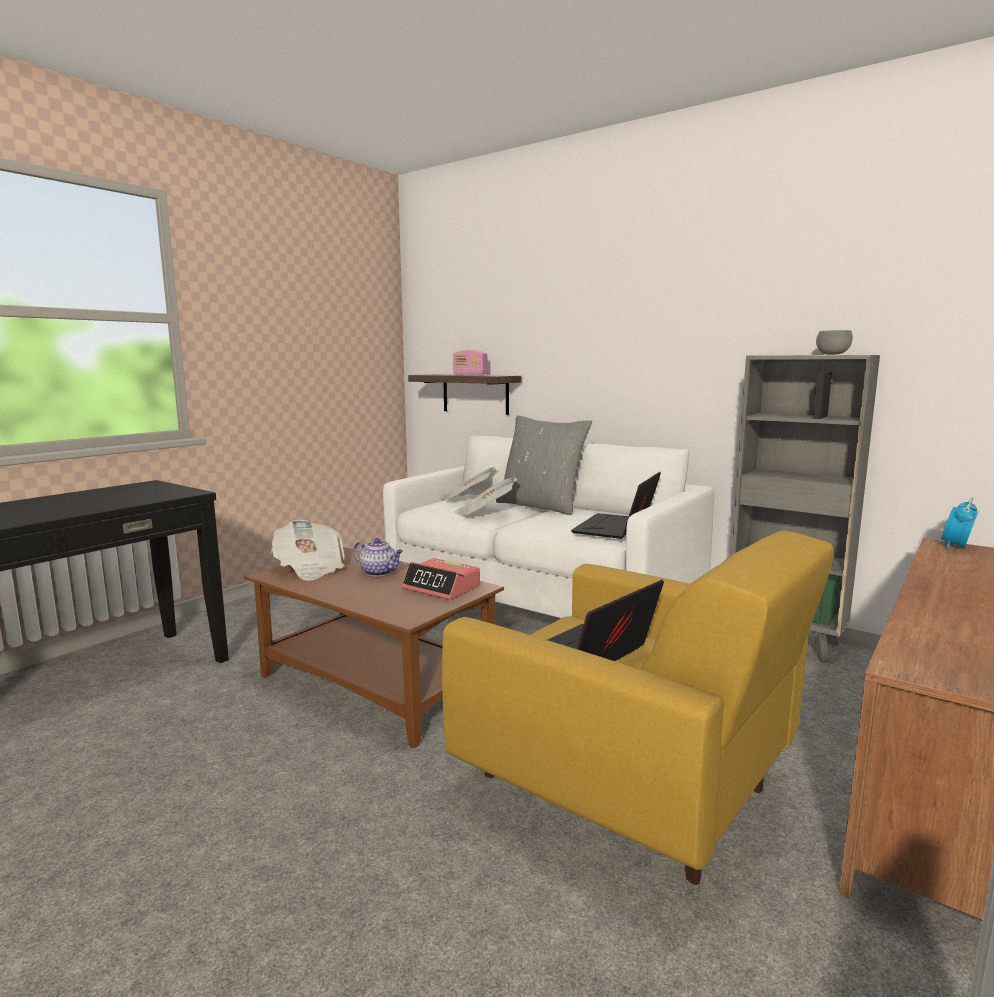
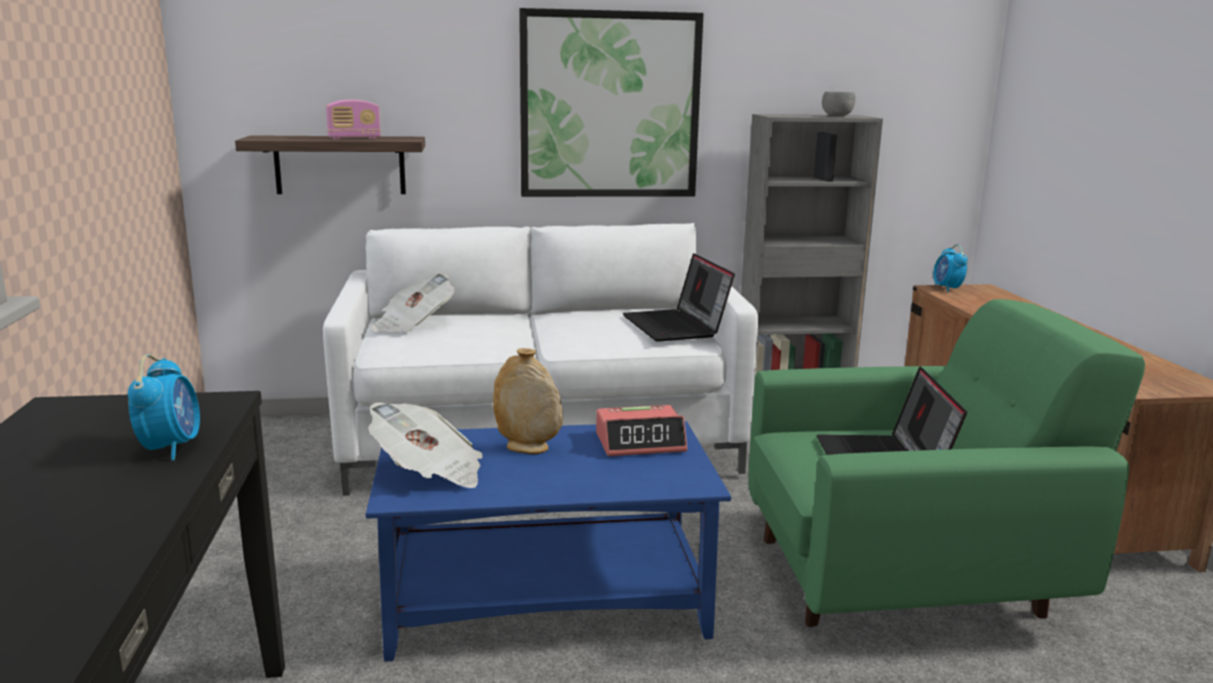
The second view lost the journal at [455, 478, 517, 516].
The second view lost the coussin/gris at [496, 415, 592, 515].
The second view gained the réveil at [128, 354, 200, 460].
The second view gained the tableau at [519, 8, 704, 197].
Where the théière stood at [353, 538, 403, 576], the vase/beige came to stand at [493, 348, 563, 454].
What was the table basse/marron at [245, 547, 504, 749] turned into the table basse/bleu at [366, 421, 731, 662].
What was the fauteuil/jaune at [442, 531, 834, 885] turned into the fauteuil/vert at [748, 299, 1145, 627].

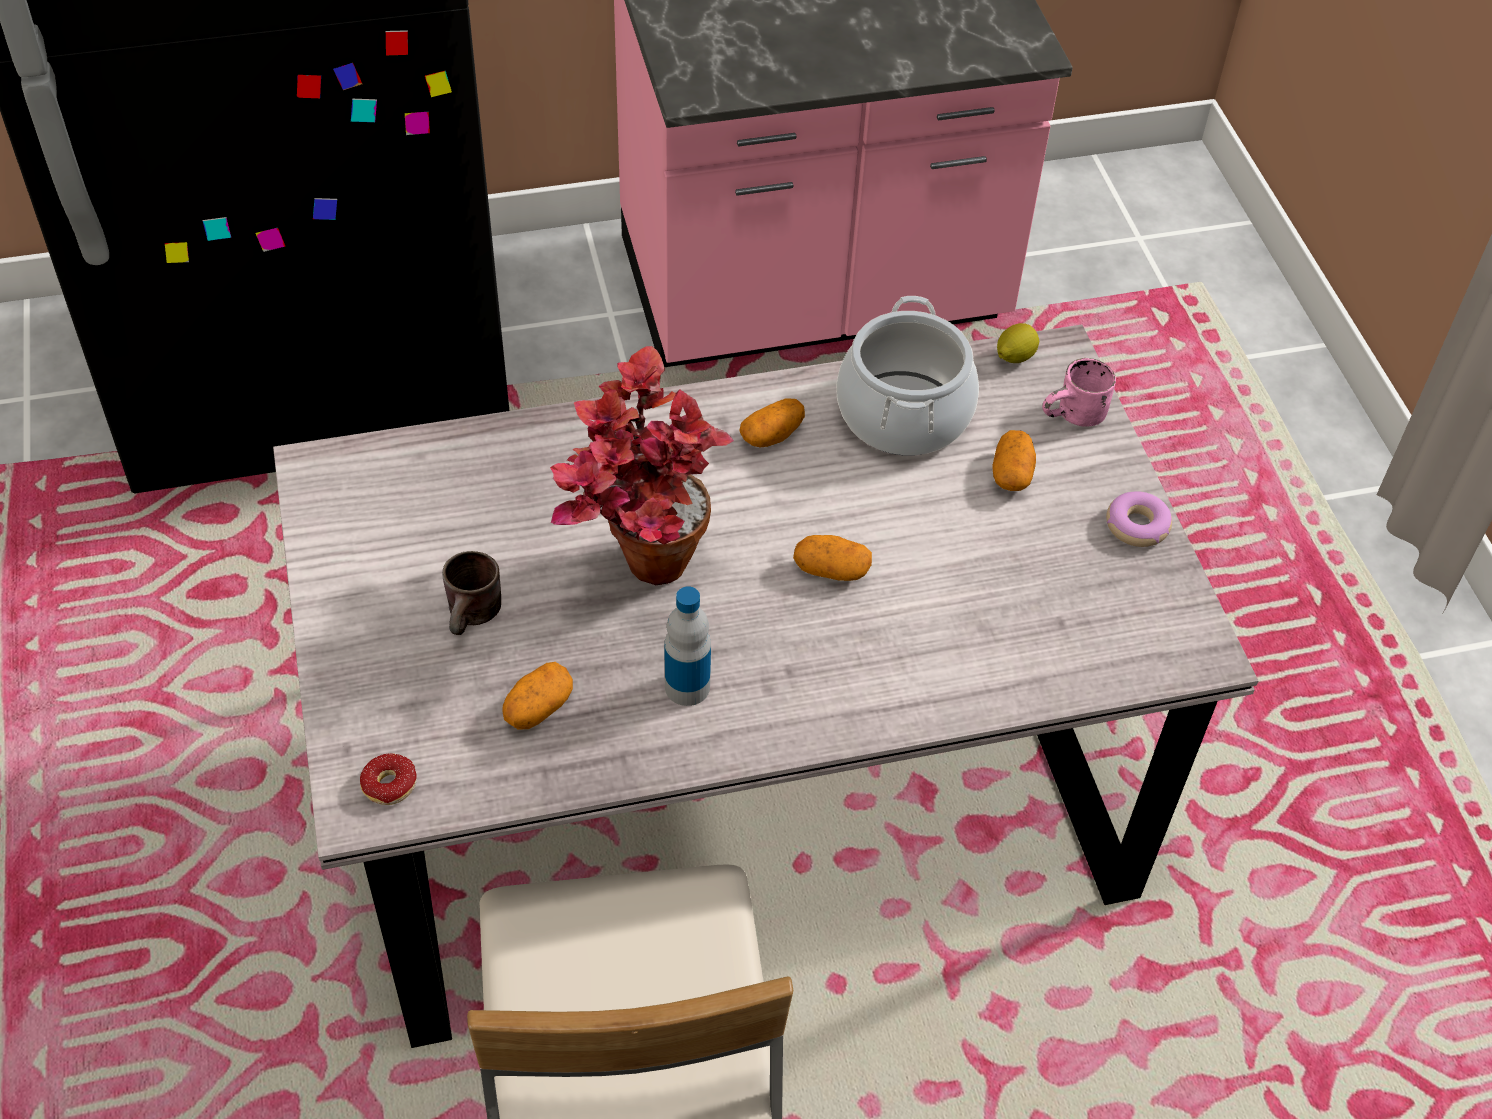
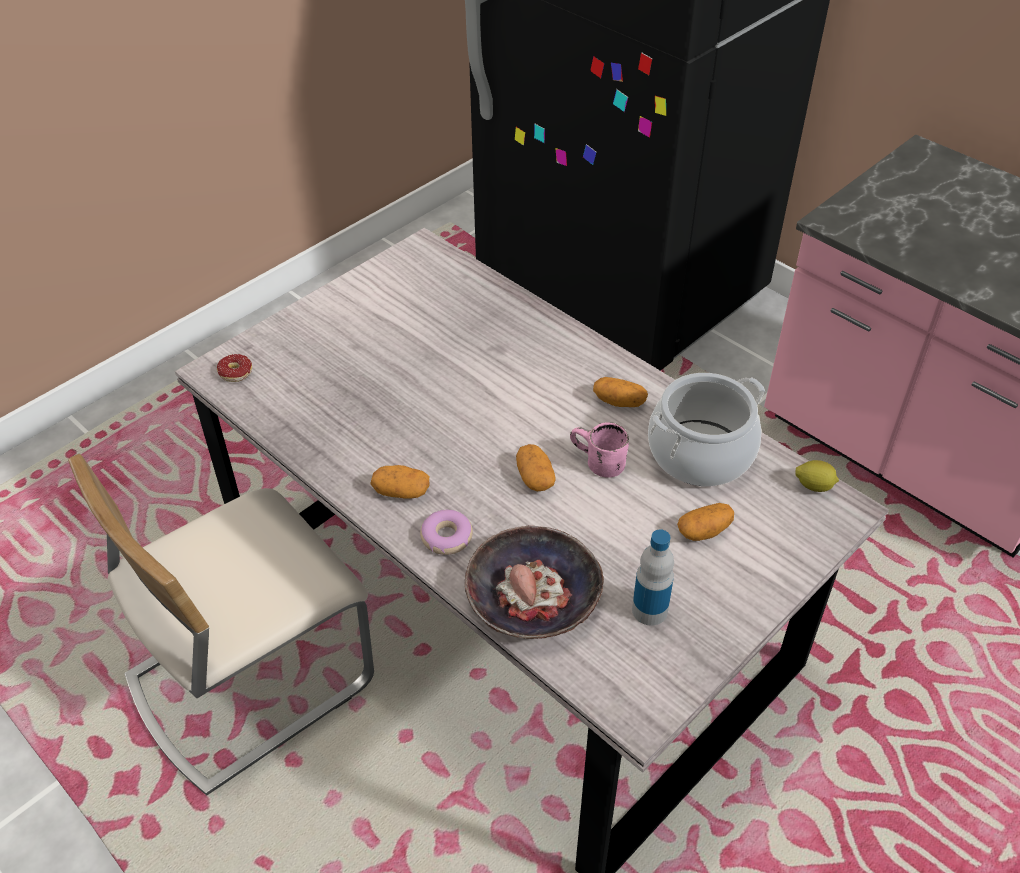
The second view lost the mug/marron at [442, 551, 501, 635].
The second view lost the plante en pot at [550, 346, 734, 585].
The second view gained the bol at [465, 526, 604, 639].
The pomme de terre ended up elsewhere, having gone from [502, 662, 573, 730] to [370, 465, 430, 499].
The bouteille ended up elsewhere, having gone from [664, 586, 711, 706] to [632, 529, 674, 626].
The mug/rose ended up elsewhere, having gone from [1042, 358, 1116, 427] to [570, 422, 629, 478].
The beignet ended up elsewhere, having gone from [1106, 491, 1172, 547] to [420, 510, 473, 555].

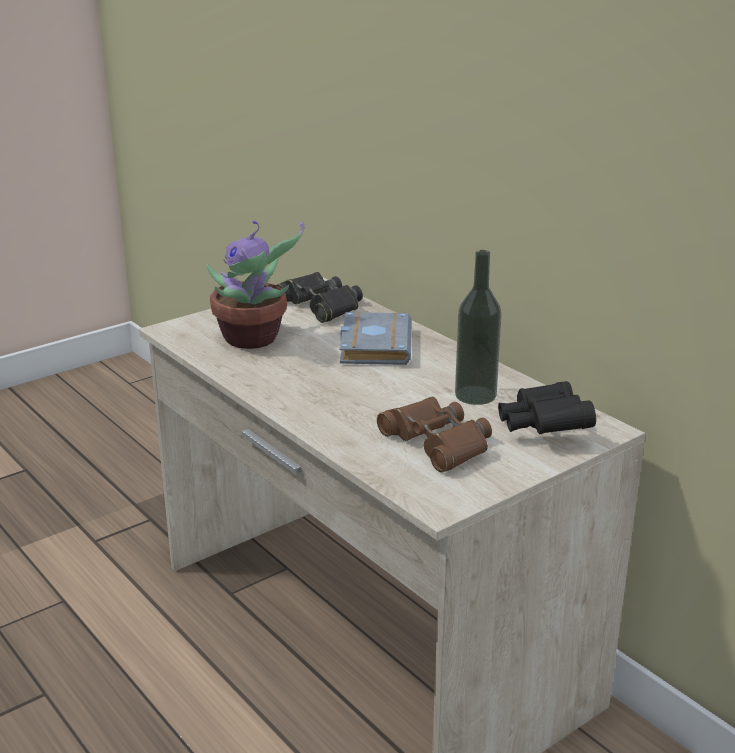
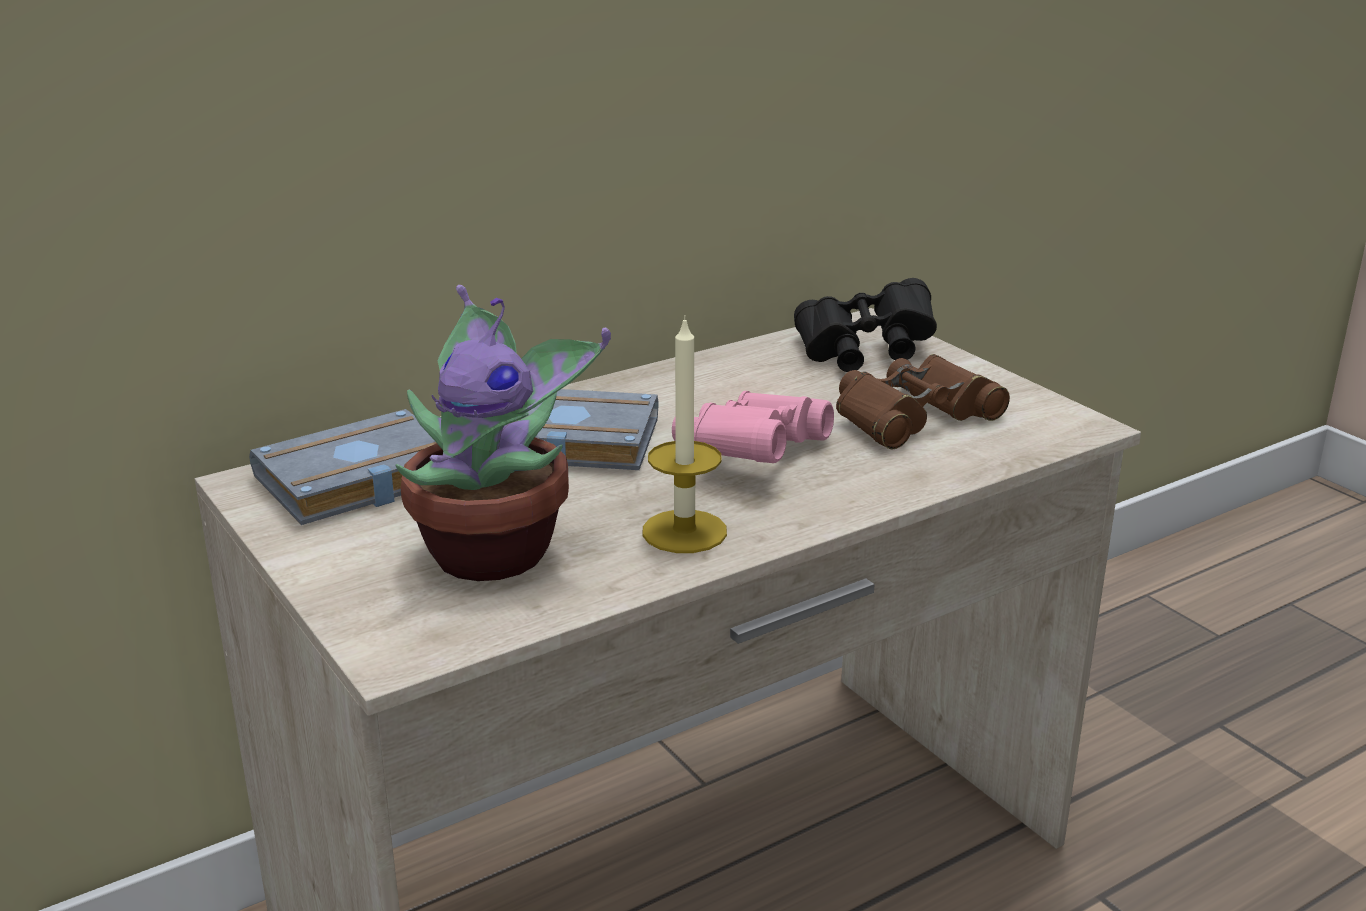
The second view lost the bouteille at [455, 250, 502, 405].
The second view gained the bougie at [642, 315, 727, 553].
The second view gained the jumelles/rose at [672, 391, 834, 463].
Where the jumelles/noir stood at [276, 272, 363, 323], the livre/gris came to stand at [249, 409, 436, 525].

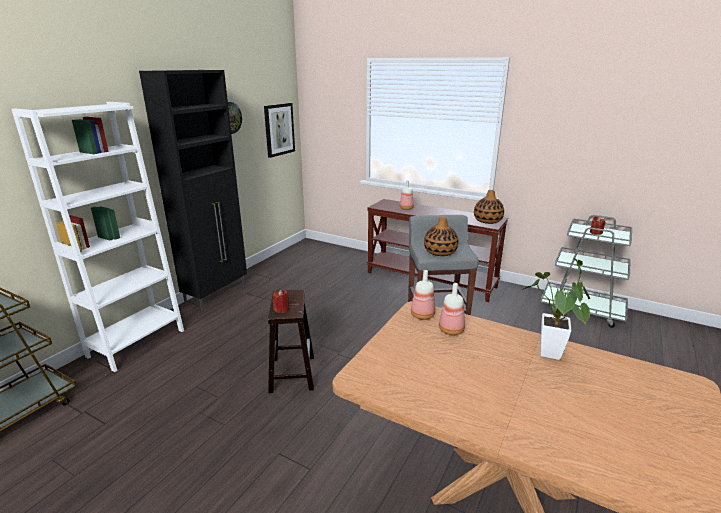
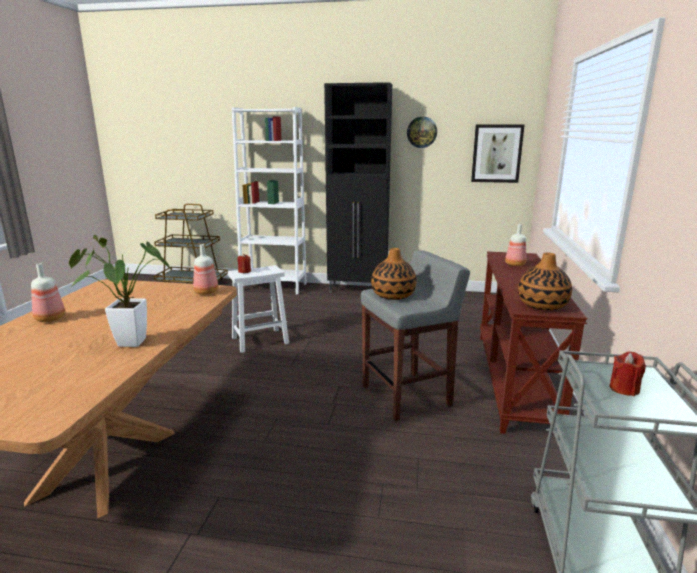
The bouteille ended up elsewhere, having gone from [439, 283, 465, 335] to [31, 263, 65, 322].
What was the tabouret/marron at [268, 289, 314, 393] turned into the tabouret/blanc at [228, 265, 289, 353].

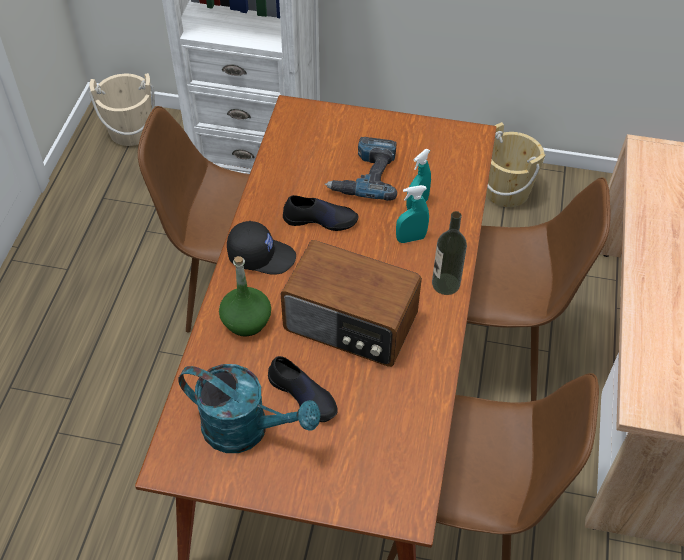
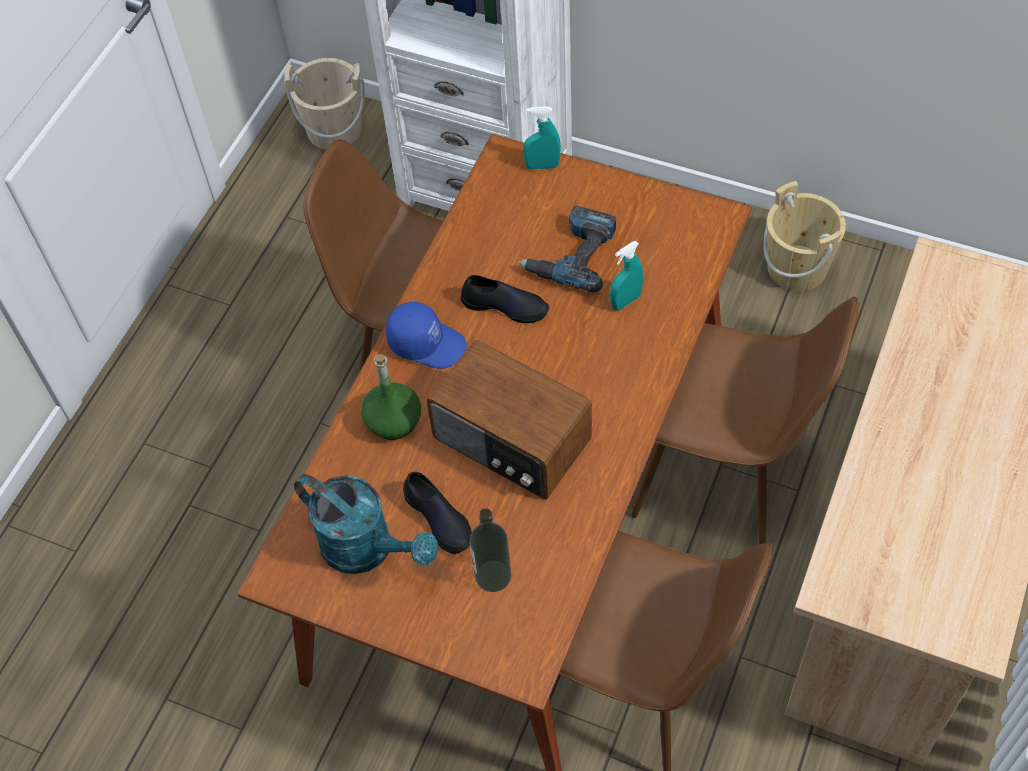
The vaporisateur/turquoise ended up elsewhere, having gone from [396, 185, 429, 243] to [523, 106, 561, 170].
The bouteille ended up elsewhere, having gone from [432, 211, 467, 295] to [470, 508, 511, 592].
What was the casquette/noir at [227, 221, 296, 275] turned into the casquette/bleu at [386, 301, 467, 369].

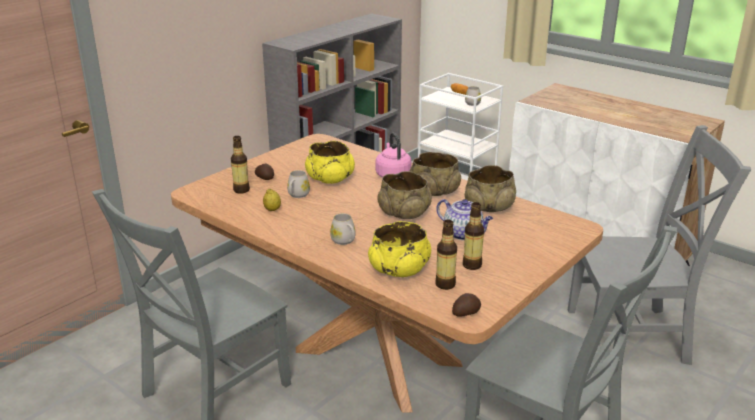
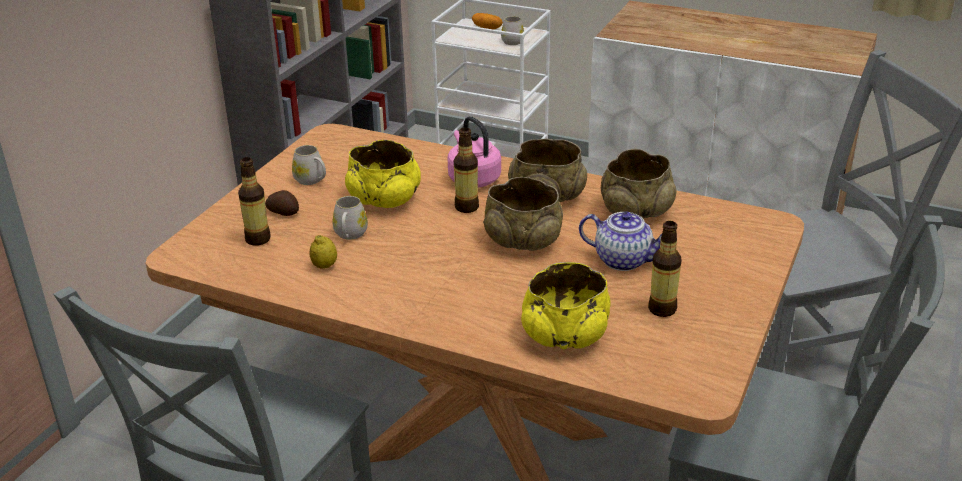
The second view lost the pomme de terre at [452, 293, 481, 317].
The mug/blanc ended up elsewhere, having gone from [330, 213, 356, 245] to [292, 145, 326, 185].
The bouteille ended up elsewhere, having gone from [435, 219, 457, 290] to [454, 127, 479, 213].

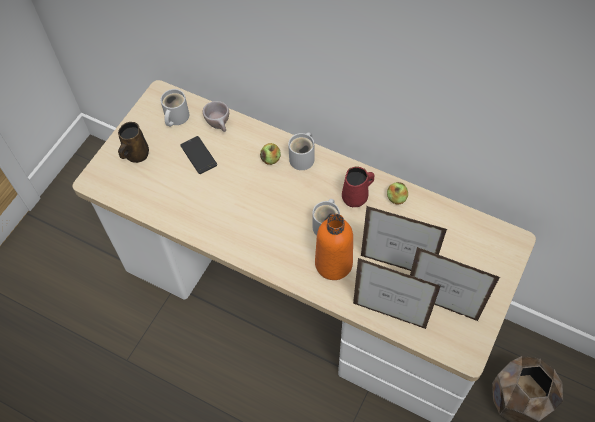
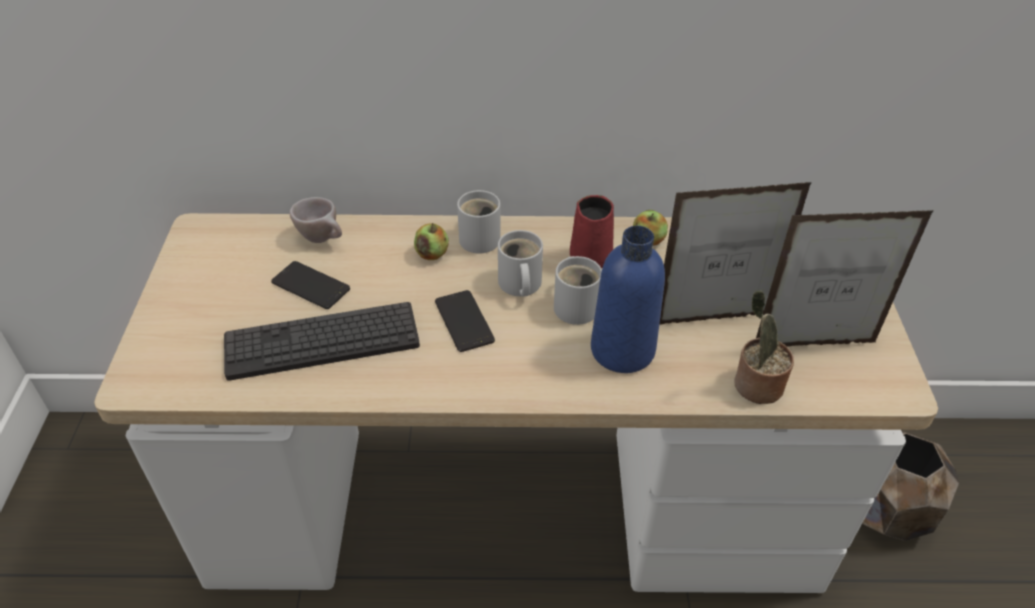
The second view lost the mug/marron at [118, 122, 149, 163].
The second view gained the clavier at [224, 302, 420, 381].
The second view gained the téléphone at [435, 290, 495, 352].
The mug/blanc ended up elsewhere, having gone from [161, 89, 189, 126] to [498, 230, 543, 297].
Where the cadre photo stood at [353, 258, 441, 329], the plante en pot came to stand at [734, 291, 794, 404].
What was the bouteille/orange at [315, 214, 353, 280] turned into the bouteille/bleu at [591, 226, 665, 373].

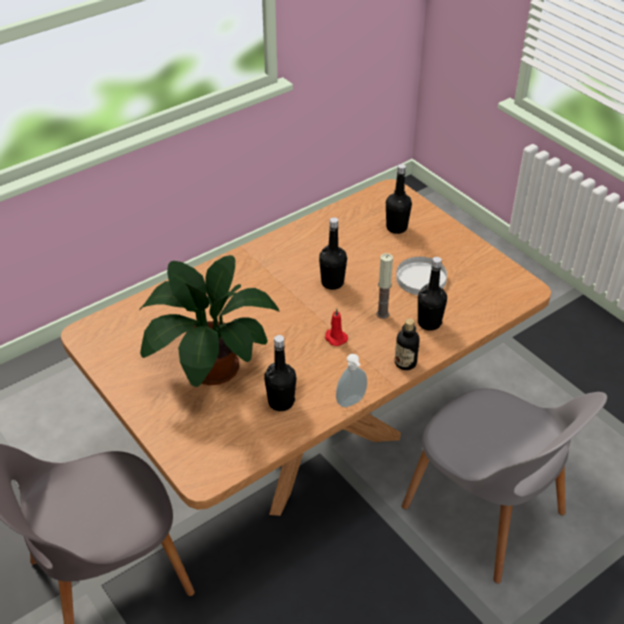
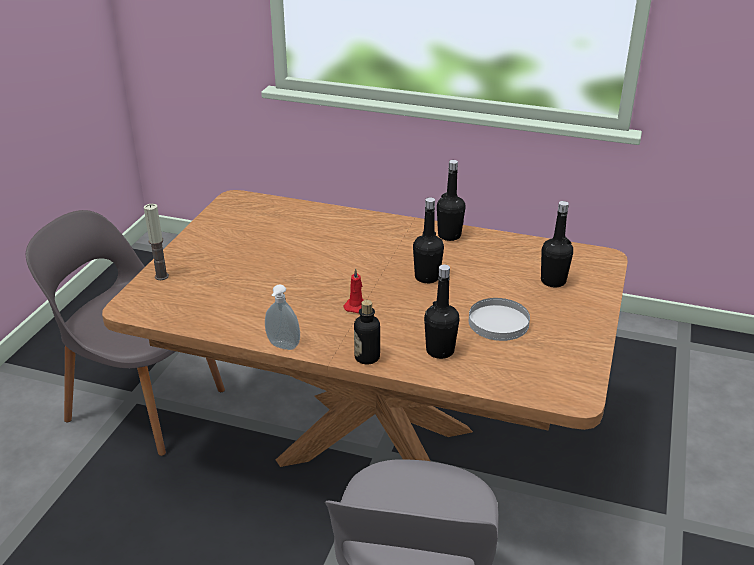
The second view lost the plante en pot at [140, 255, 279, 387].
The bouteille/noir ended up elsewhere, having gone from [264, 335, 297, 411] to [437, 160, 465, 241].
The bougie ended up elsewhere, having gone from [376, 253, 393, 319] to [144, 204, 169, 280].

